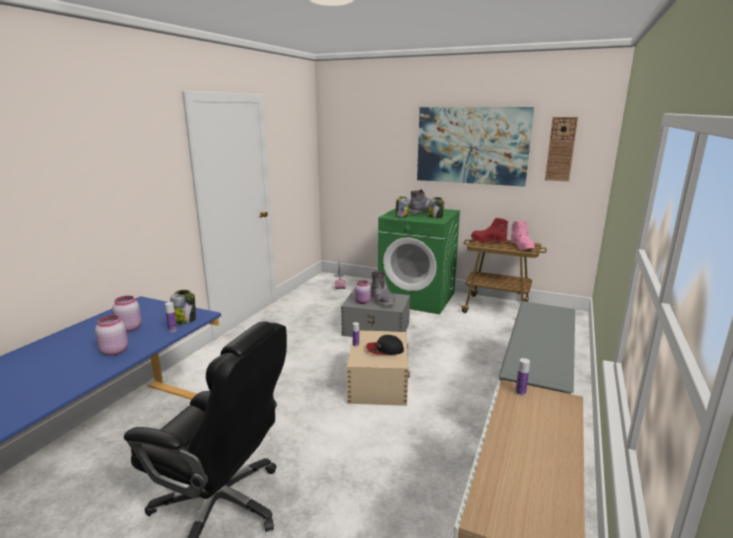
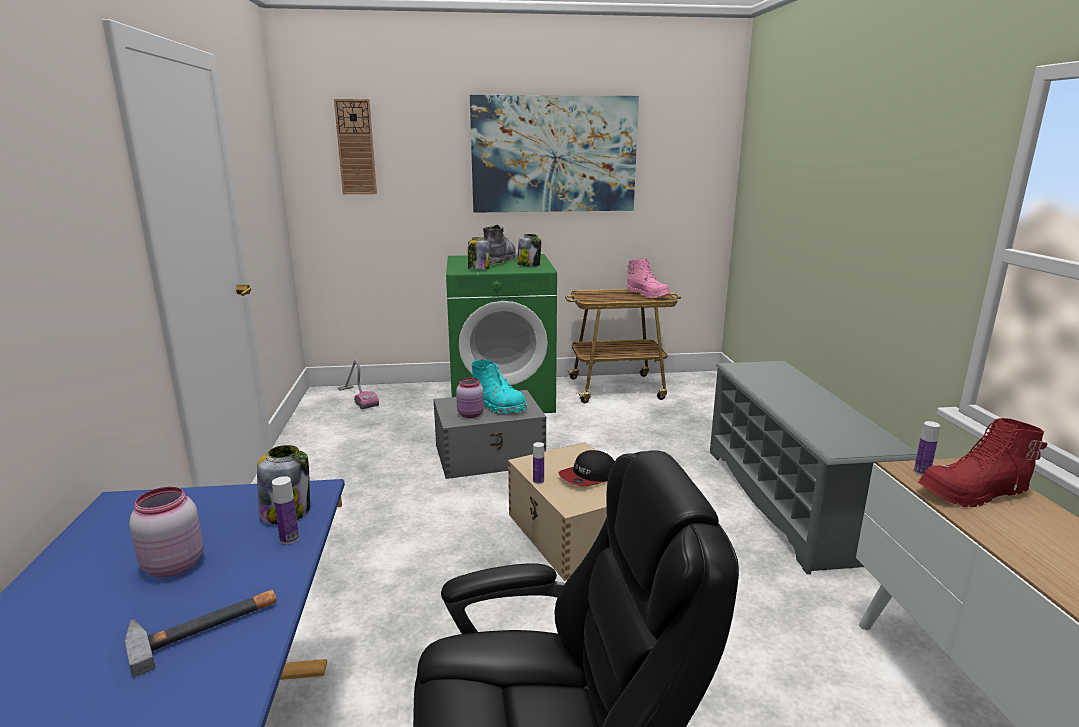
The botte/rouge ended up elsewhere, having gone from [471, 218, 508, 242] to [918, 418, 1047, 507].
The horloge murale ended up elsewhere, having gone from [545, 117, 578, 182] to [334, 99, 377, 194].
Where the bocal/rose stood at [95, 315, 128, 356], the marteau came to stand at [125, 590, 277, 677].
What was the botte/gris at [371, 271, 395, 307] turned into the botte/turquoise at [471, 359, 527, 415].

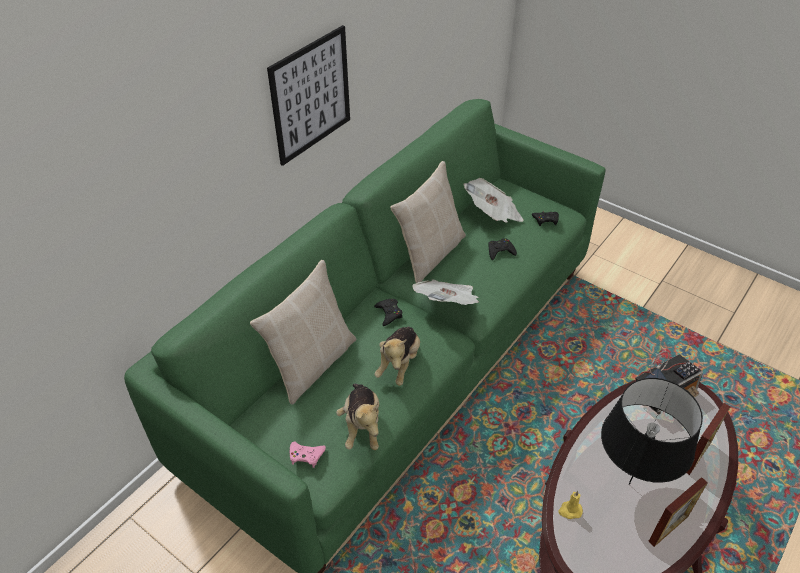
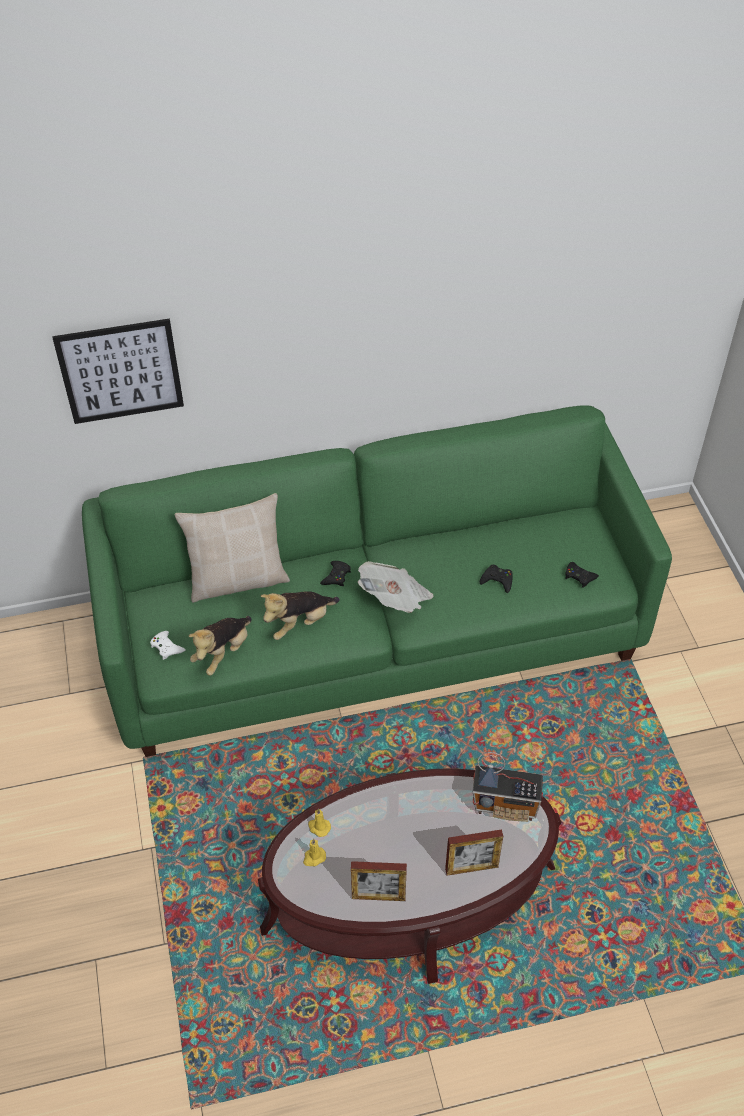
The second view lost the coussin/beige at [390, 161, 466, 283].
The second view lost the journal at [463, 178, 524, 223].
The second view lost the lampe de table/noir at [601, 378, 703, 485].
The second view gained the bougie/jaune at [303, 839, 326, 866].
The tableau ended up elsewhere, having gone from [267, 25, 350, 166] to [52, 319, 184, 424].
What was the manette/rose at [290, 441, 326, 468] turned into the manette/blanc at [150, 631, 186, 660].

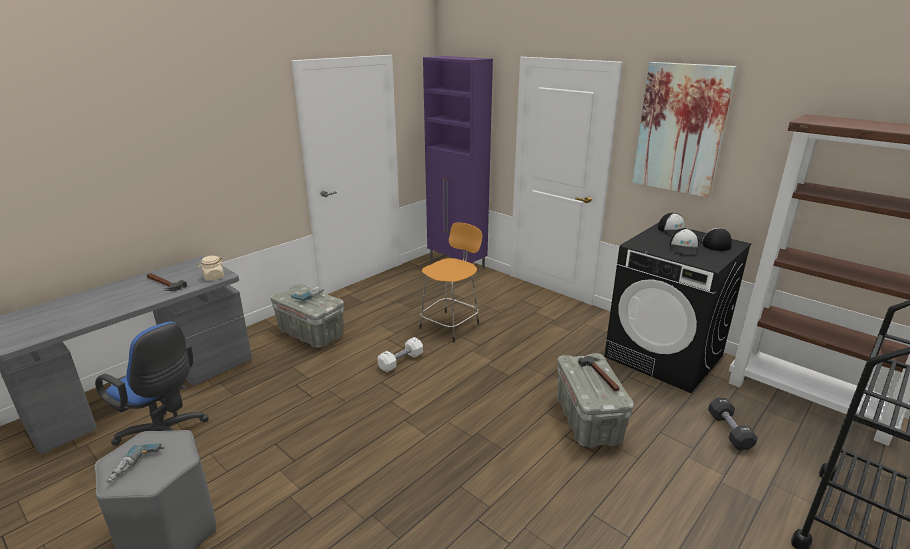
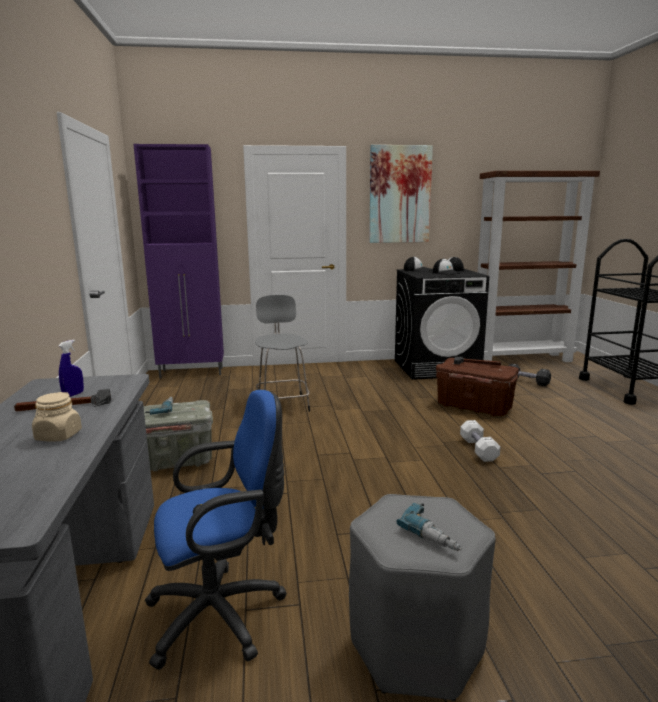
The second view gained the vaporisateur/bleu at [59, 340, 84, 397].
The bocal/beige ended up elsewhere, having gone from [198, 256, 225, 281] to [32, 392, 82, 442].
The haltère/blanc ended up elsewhere, having gone from [378, 337, 423, 372] to [460, 420, 501, 462].
What was the tabouret/orange at [419, 223, 482, 342] turned into the tabouret/gris at [255, 295, 310, 412].
What was the boîte de rangement/gris at [557, 353, 634, 448] turned into the boîte de rangement/marron at [436, 358, 519, 416].

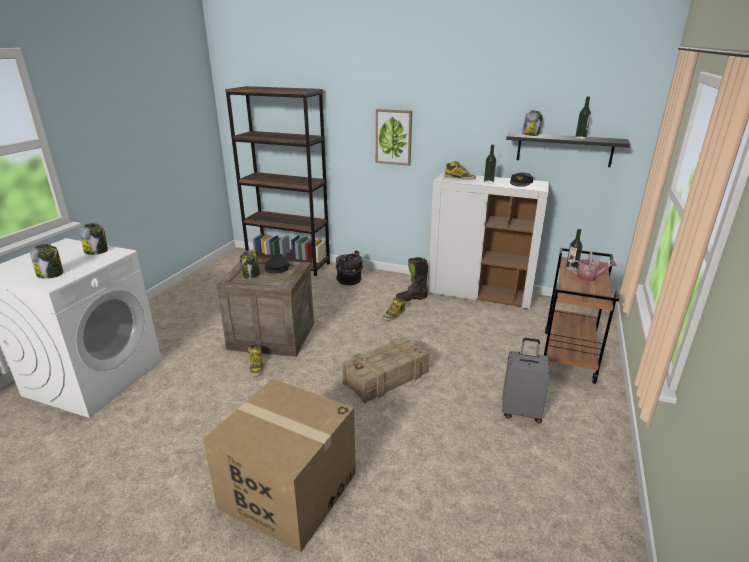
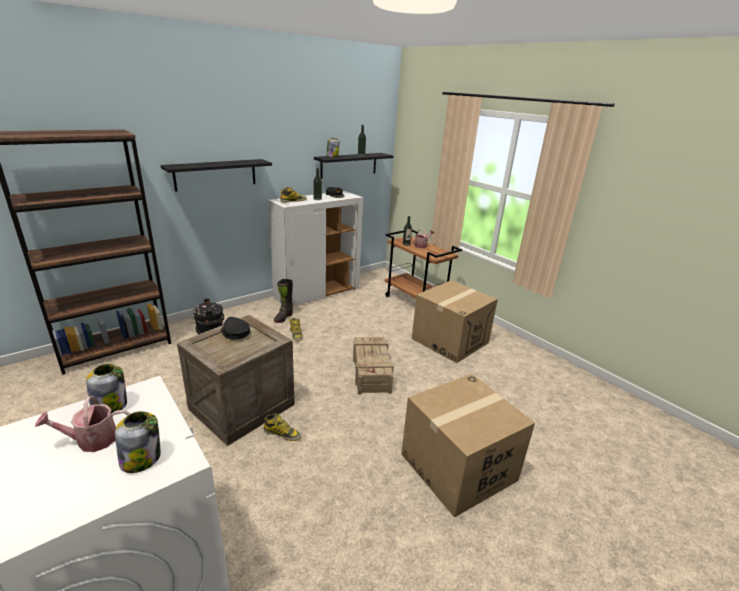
The second view lost the bocal at [240, 251, 260, 279].
The second view gained the arrosoir at [35, 396, 131, 452].
Where the tableau hung at [376, 109, 412, 166], the étagère/noir came to hang at [161, 159, 272, 192].
Where the valise/gris stood at [502, 338, 551, 423], the carton came to stand at [412, 280, 498, 363].

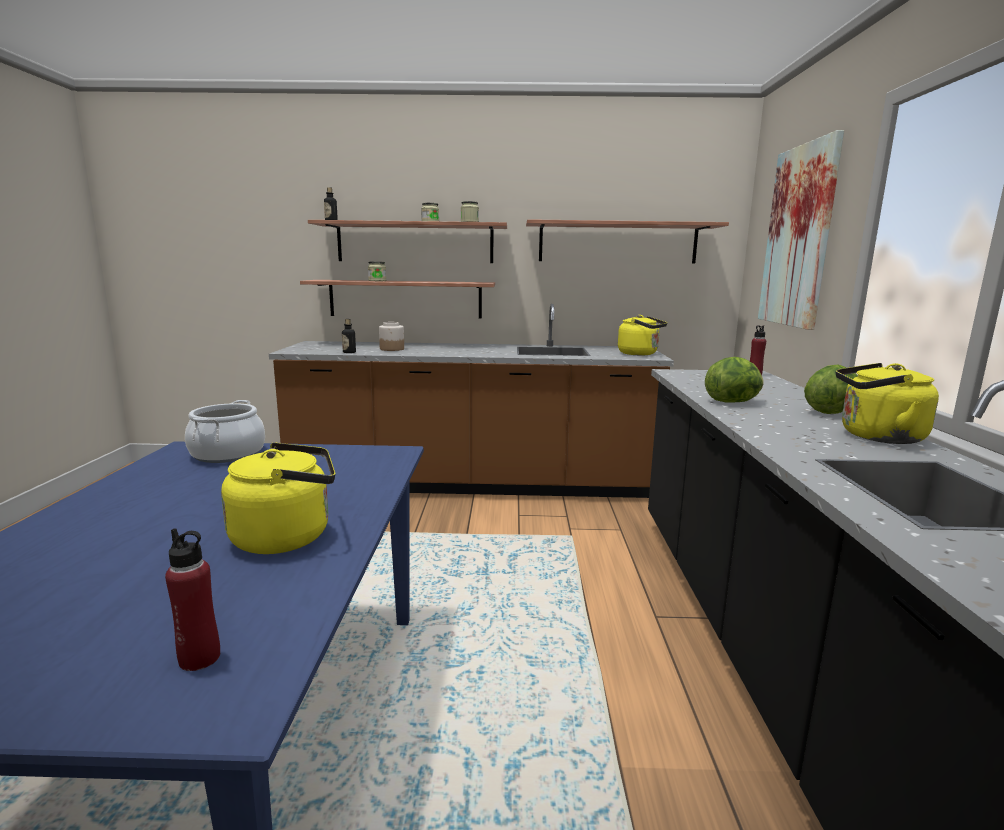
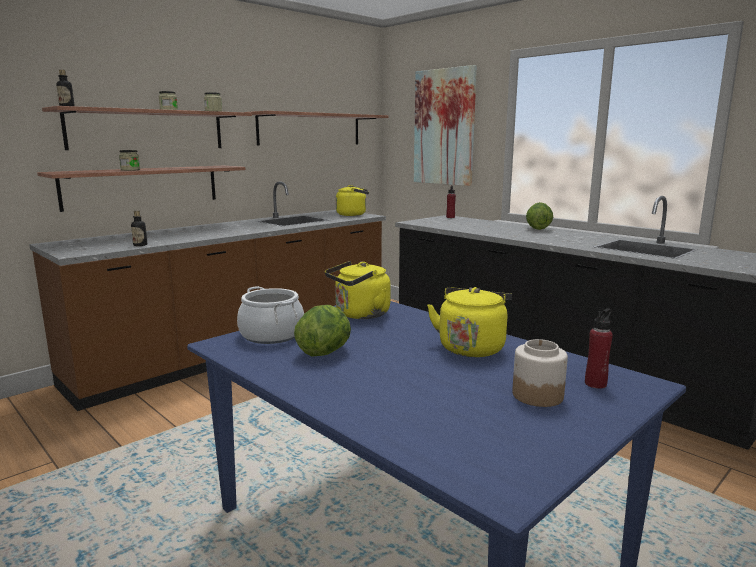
The bocal ended up elsewhere, having gone from [379, 322, 404, 351] to [512, 339, 568, 407].
The laitue ended up elsewhere, having gone from [705, 357, 764, 403] to [294, 305, 351, 356].
The bouilloire/jaune ended up elsewhere, having gone from [836, 363, 939, 444] to [325, 261, 391, 319].

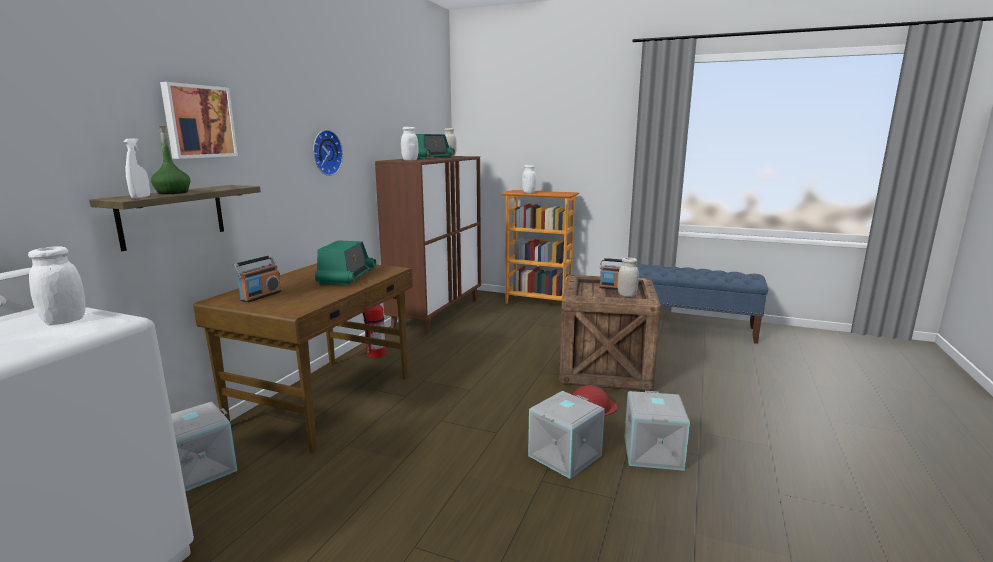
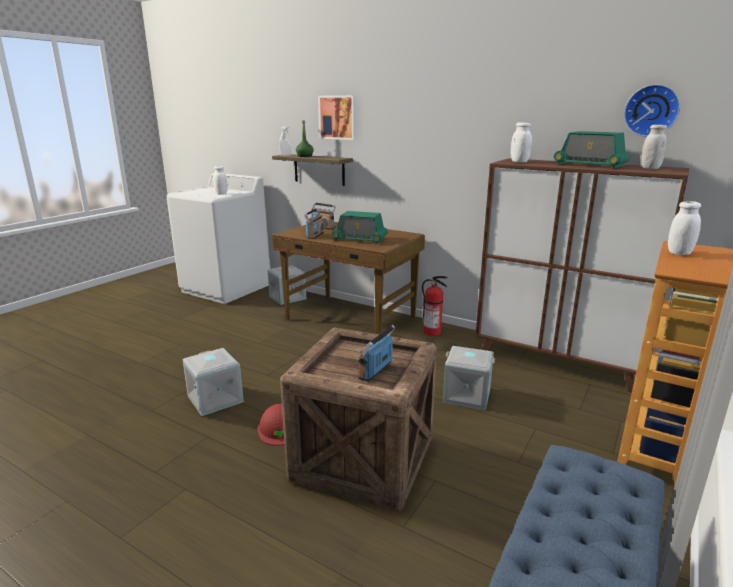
The second view lost the bocal/blanc at [617, 257, 639, 297].
The second view gained the radio at [304, 208, 324, 239].
The horloge murale ended up elsewhere, having gone from [313, 130, 343, 176] to [624, 84, 680, 137].
The boîte de rangement/gris ended up elsewhere, having gone from [625, 391, 690, 471] to [442, 346, 495, 410].

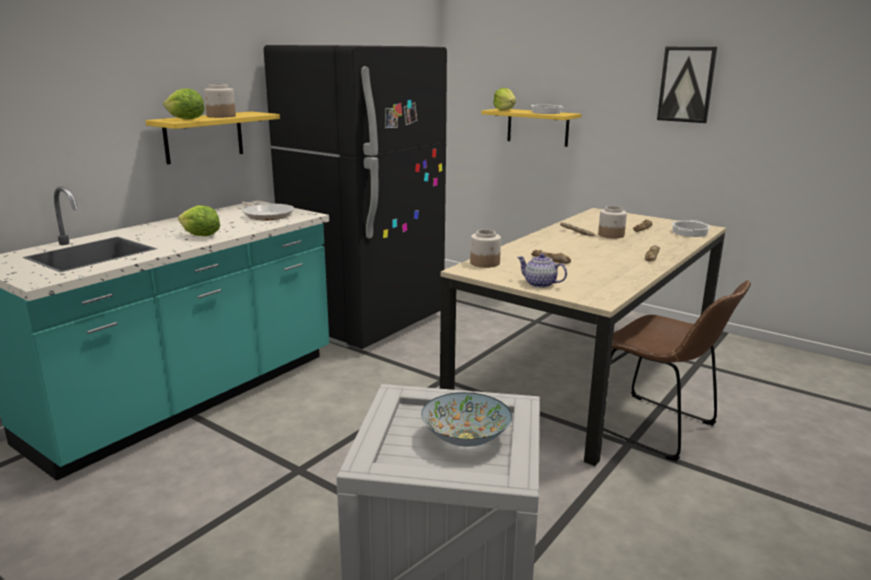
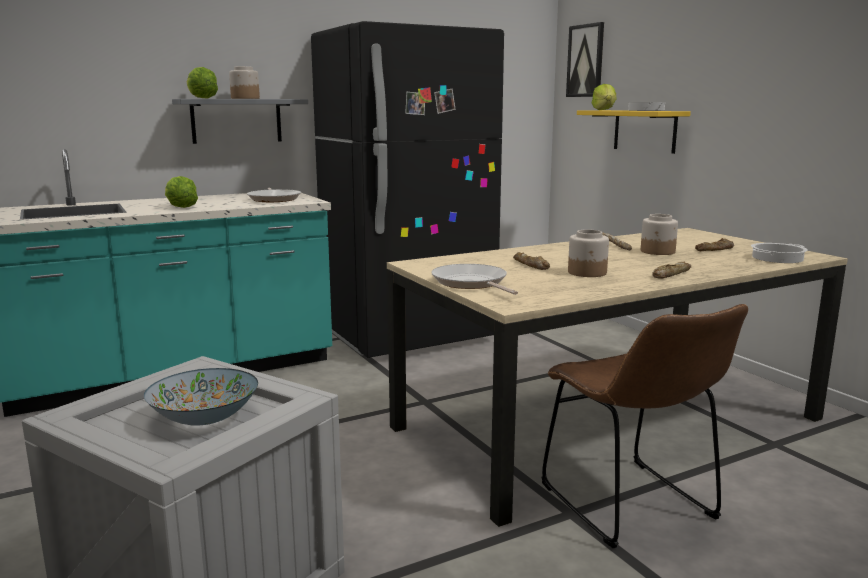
The bocal ended up elsewhere, having gone from [470, 230, 501, 268] to [568, 230, 609, 277].
The tableau ended up elsewhere, having gone from [657, 47, 717, 123] to [566, 22, 604, 97].
Where the théière stood at [517, 253, 567, 288], the poêle came to stand at [431, 264, 518, 295].
What was the étagère/jaune at [146, 112, 280, 164] turned into the étagère/gris at [172, 99, 308, 144].

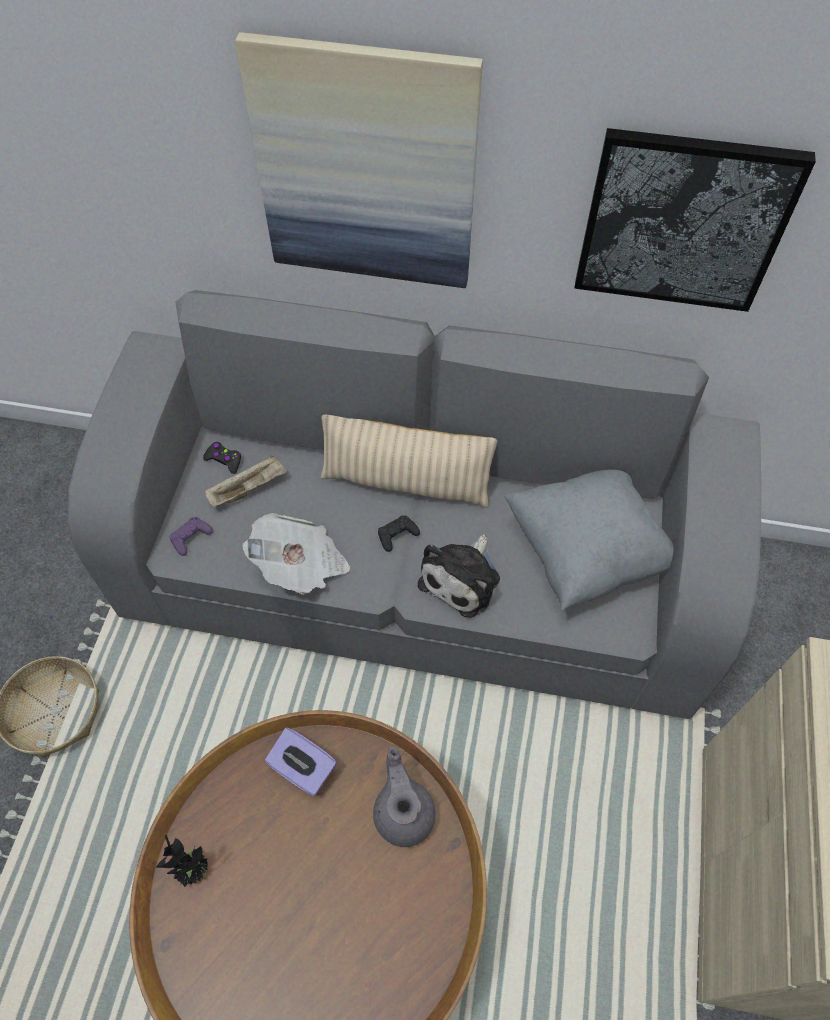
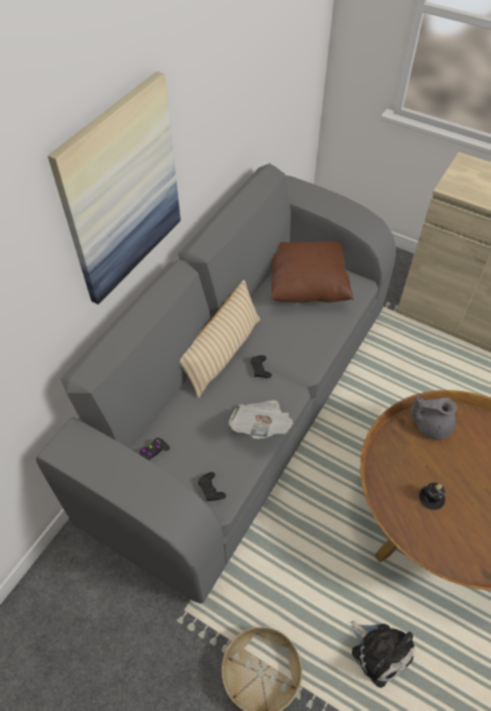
The second view lost the plante en pot at [156, 835, 208, 887].
The second view lost the plateau/beige at [204, 455, 287, 507].
The second view lost the boîte à mouchoirs/violet at [265, 727, 337, 796].
The second view lost the tableau at [574, 128, 816, 312].
The second view gained the mug/noir at [419, 483, 445, 510].
The peluche ended up elsewhere, having gone from [418, 534, 500, 618] to [350, 621, 415, 688].
What was the manette/violet at [170, 517, 213, 556] turned into the manette/noir at [198, 472, 226, 501].
What was the coussin/gris at [504, 470, 673, 611] turned into the coussin/marron at [271, 241, 354, 303].

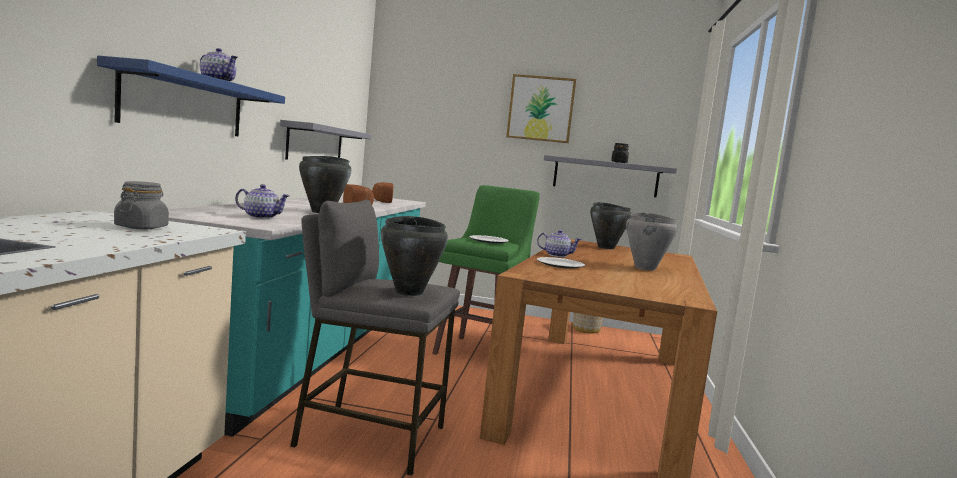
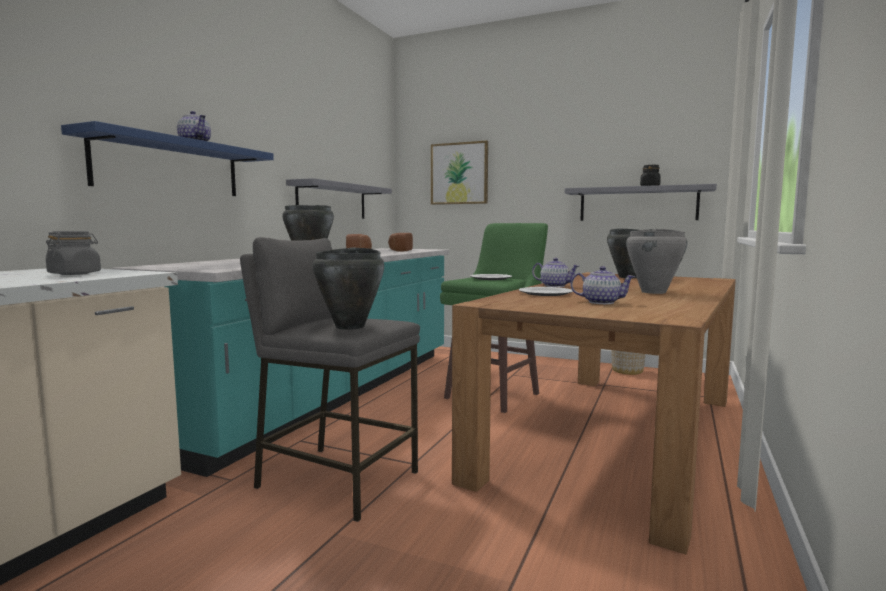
The théière ended up elsewhere, having gone from [235, 184, 290, 219] to [570, 266, 635, 304].
The tableau ended up elsewhere, having gone from [506, 74, 576, 143] to [431, 141, 488, 205].

